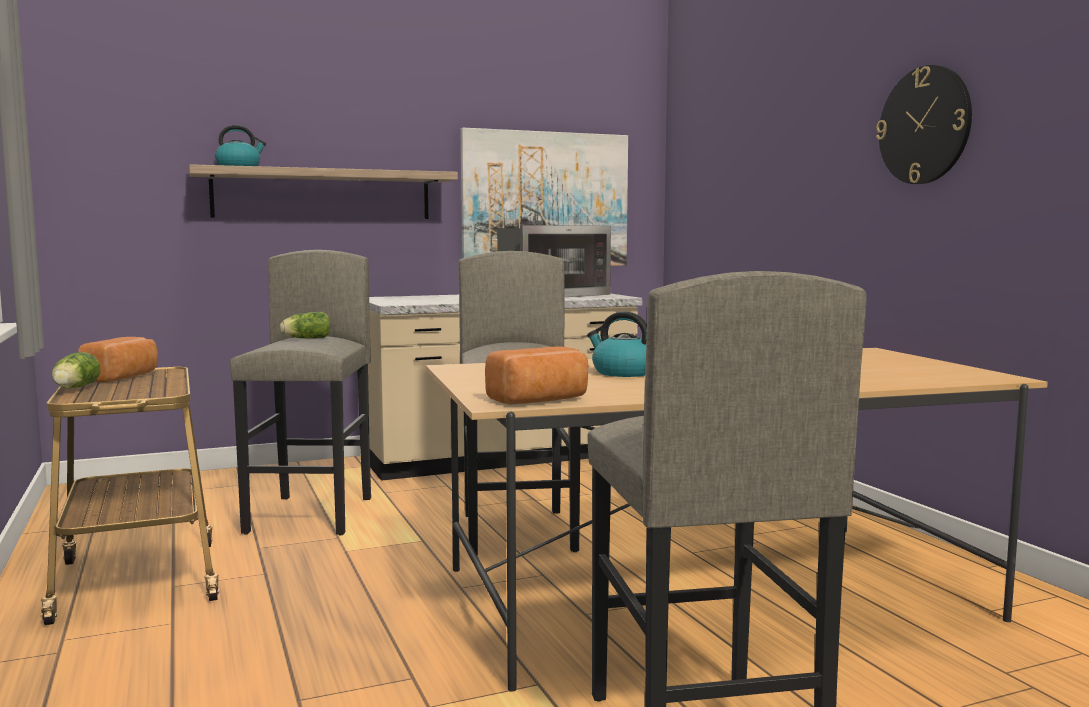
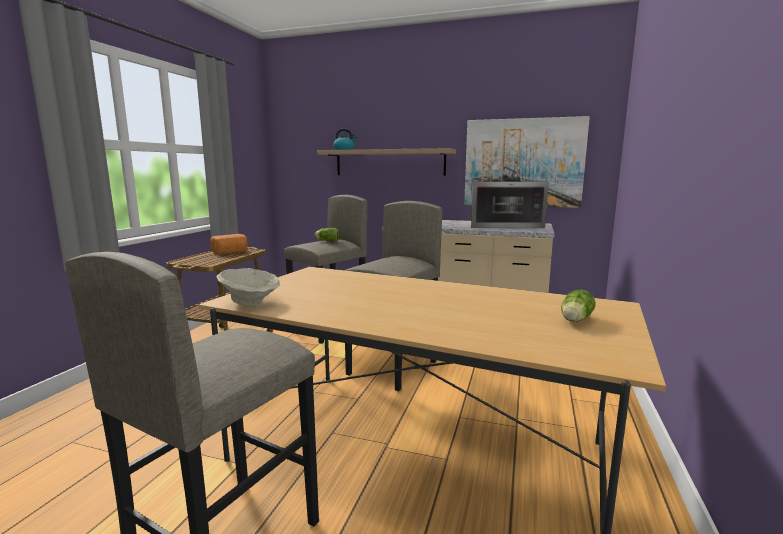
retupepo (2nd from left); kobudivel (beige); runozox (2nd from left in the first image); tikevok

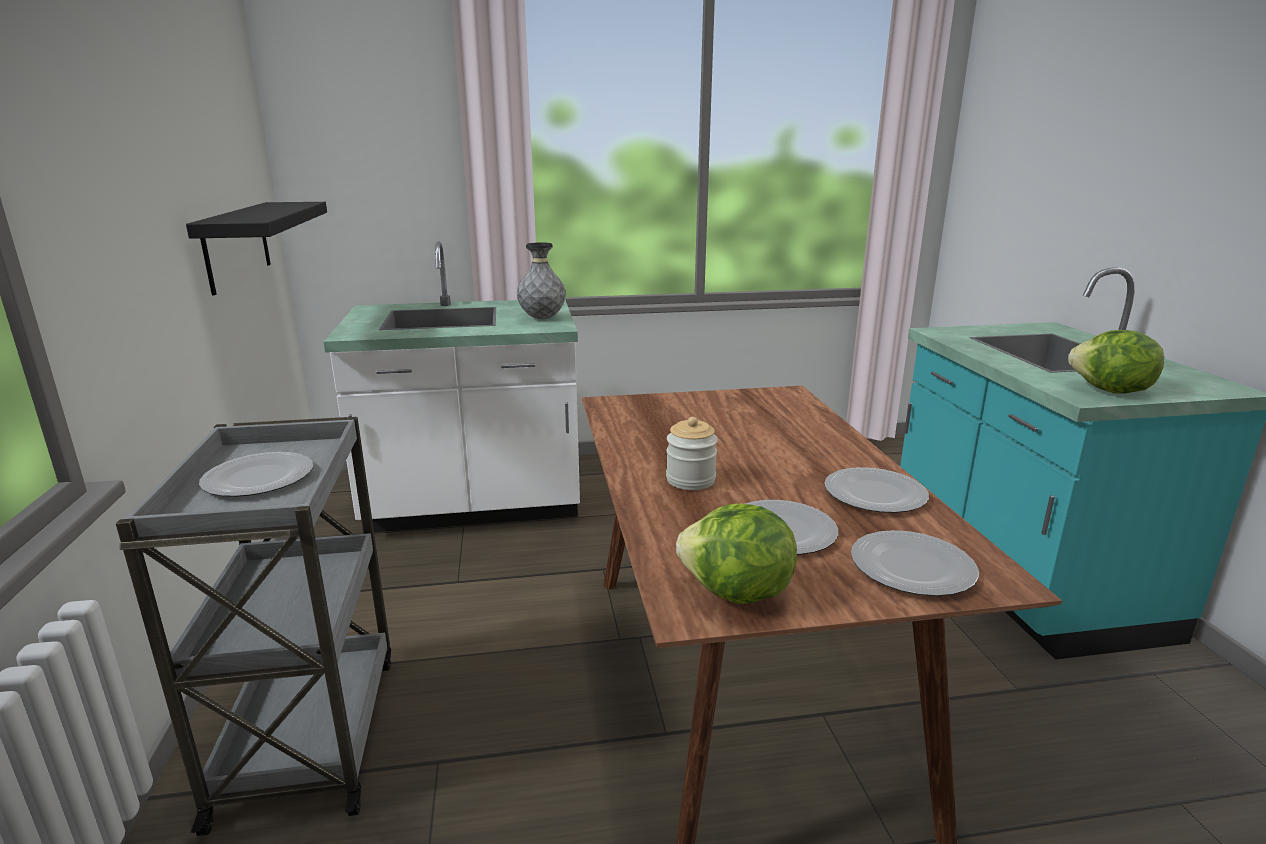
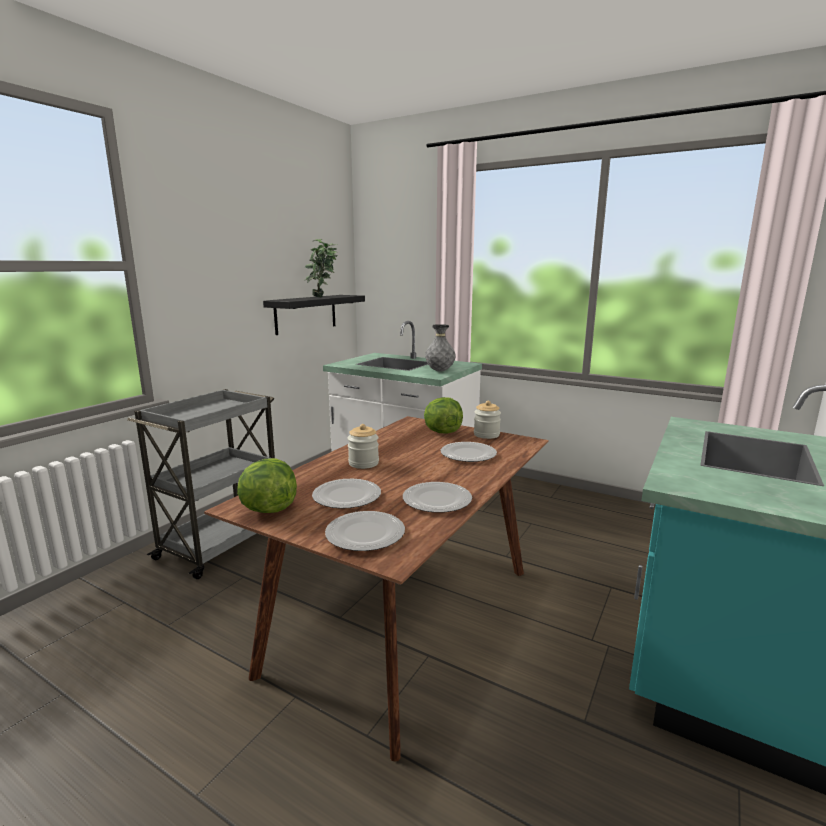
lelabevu (4th from left); retupepo (2nd from left); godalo; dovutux (2nd from left)

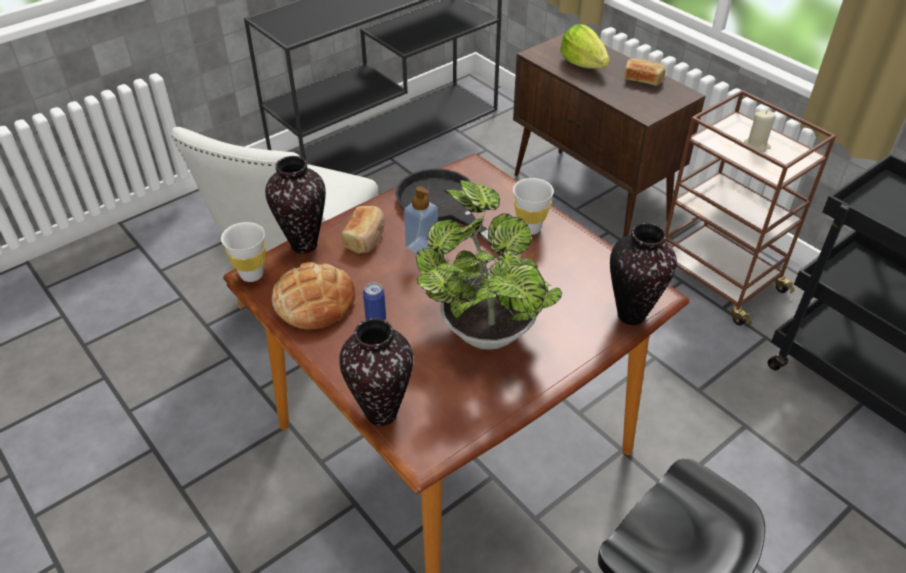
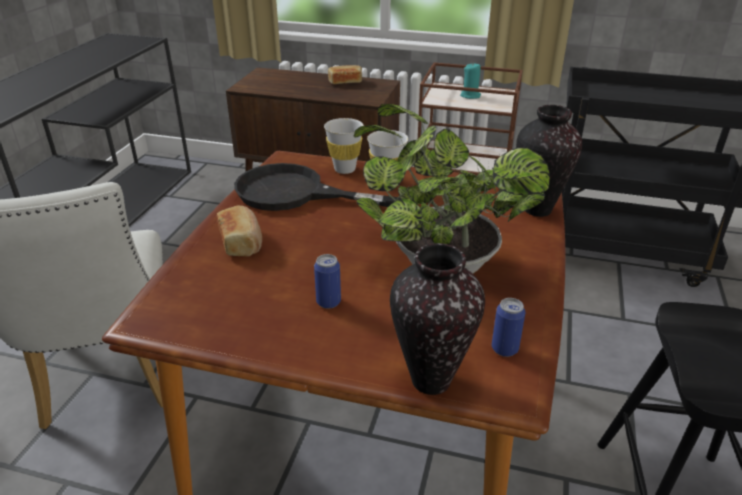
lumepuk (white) (1st from left); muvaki (1st from left in the first image); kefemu (1st from left in the first image); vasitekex; retupepo; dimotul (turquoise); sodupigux (2nd from left)

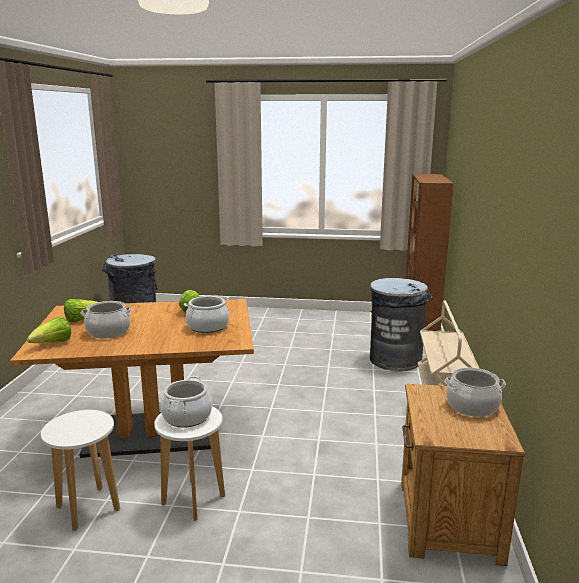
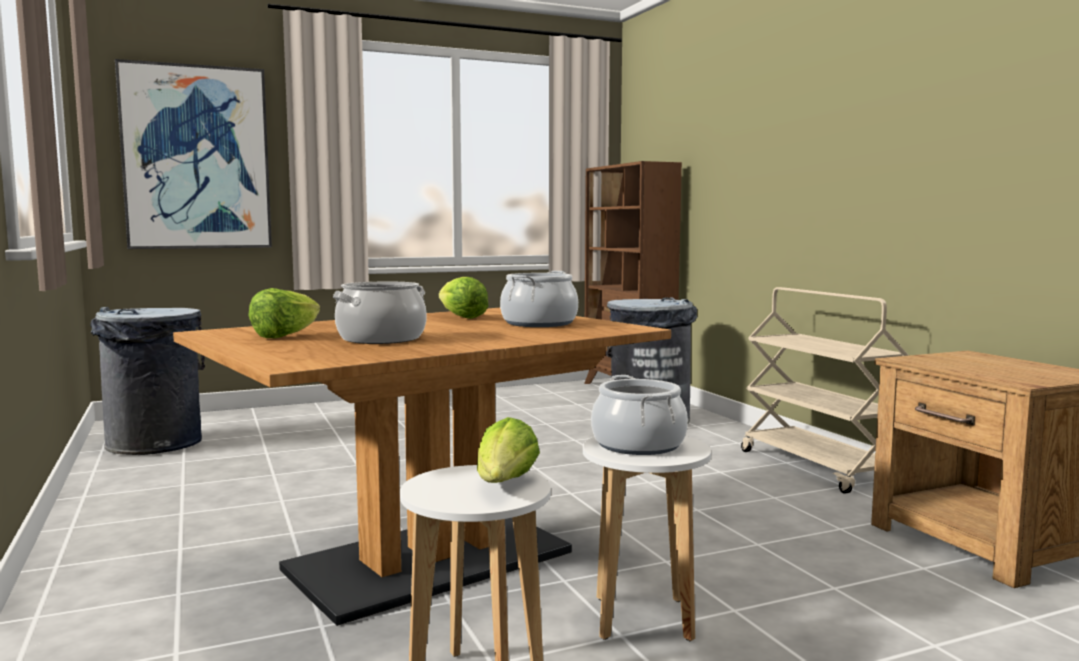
retupepo (3rd from left); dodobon (4th from left in the first image); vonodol

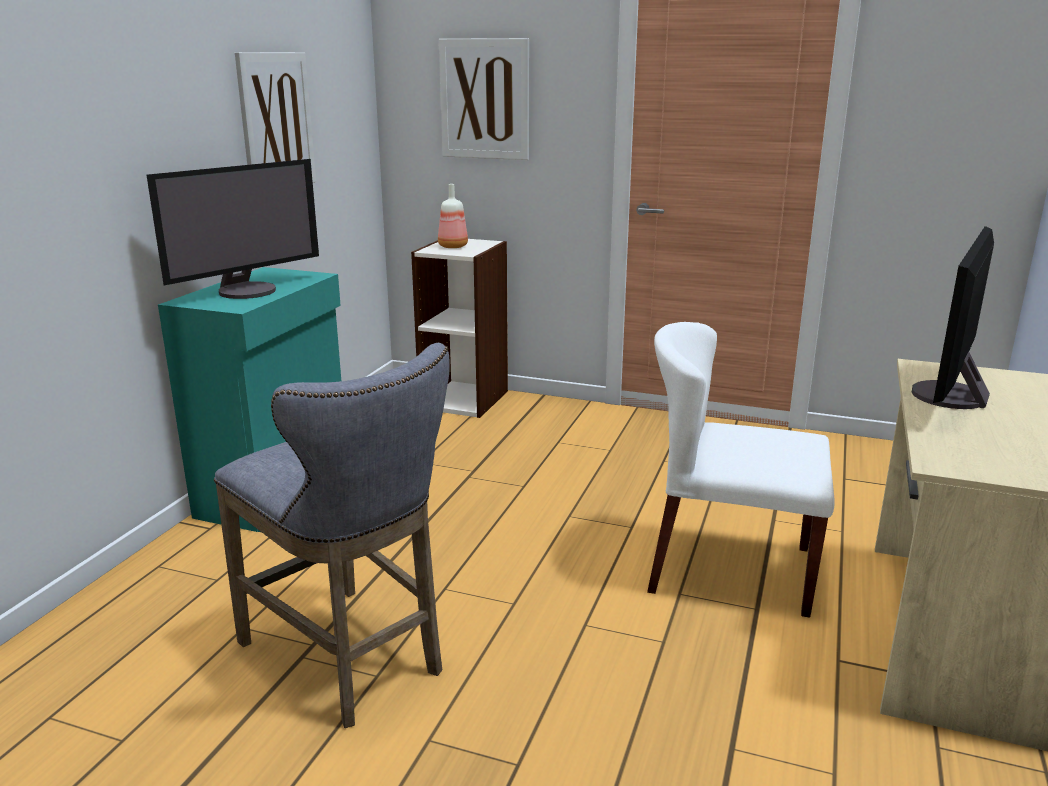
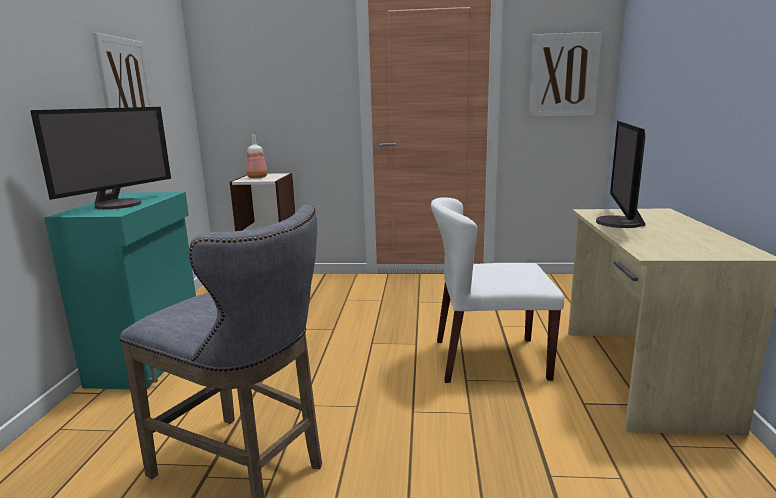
vonodol (2nd from left)

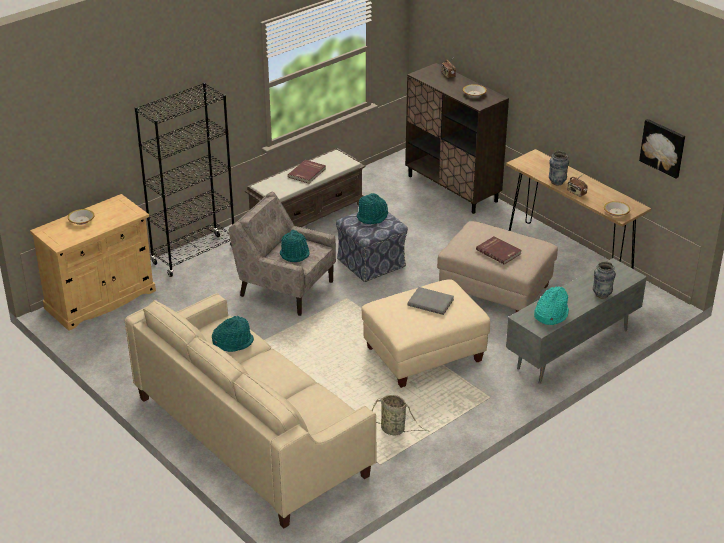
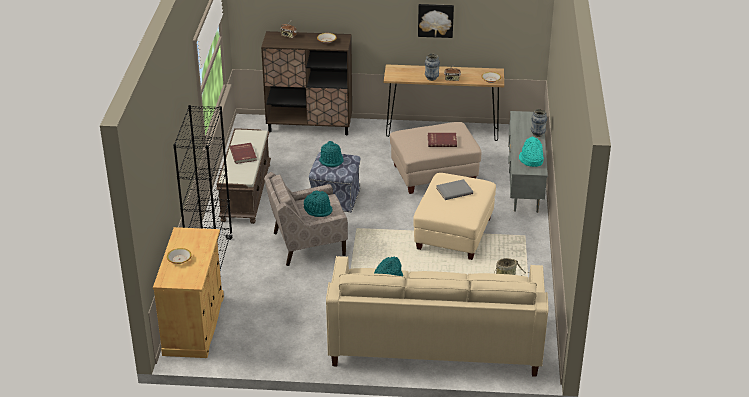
vonodol

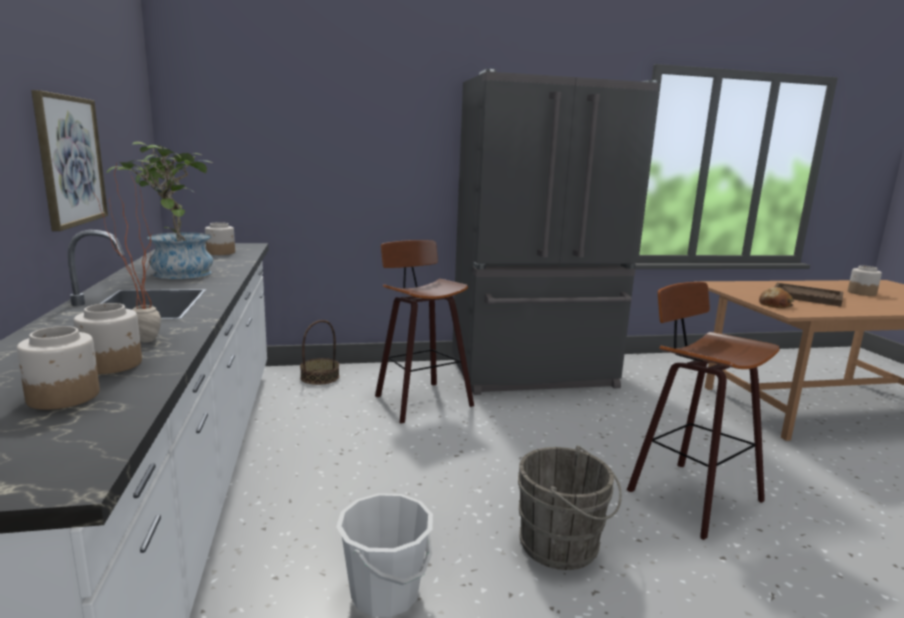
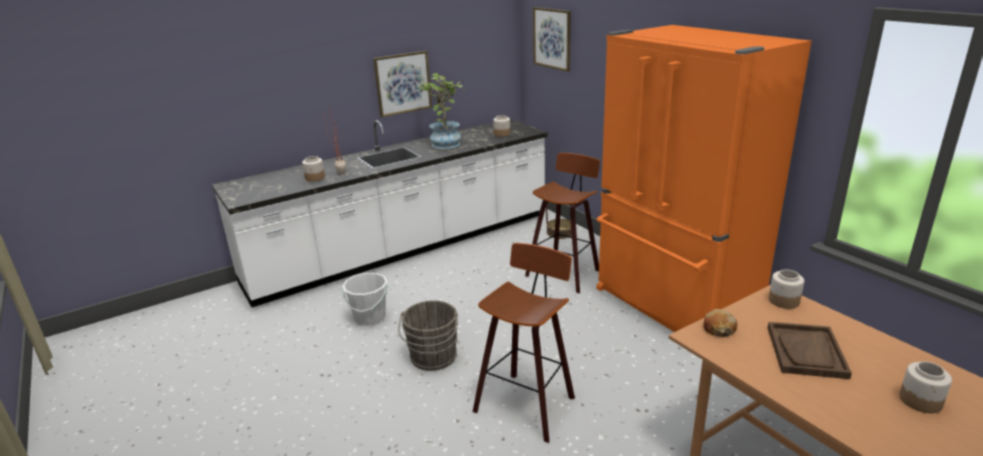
dovutux (3rd from left); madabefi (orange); vonodol (2nd from left)

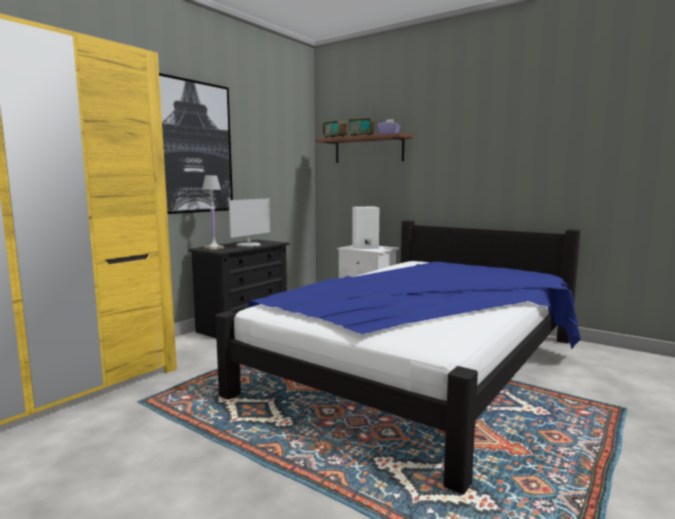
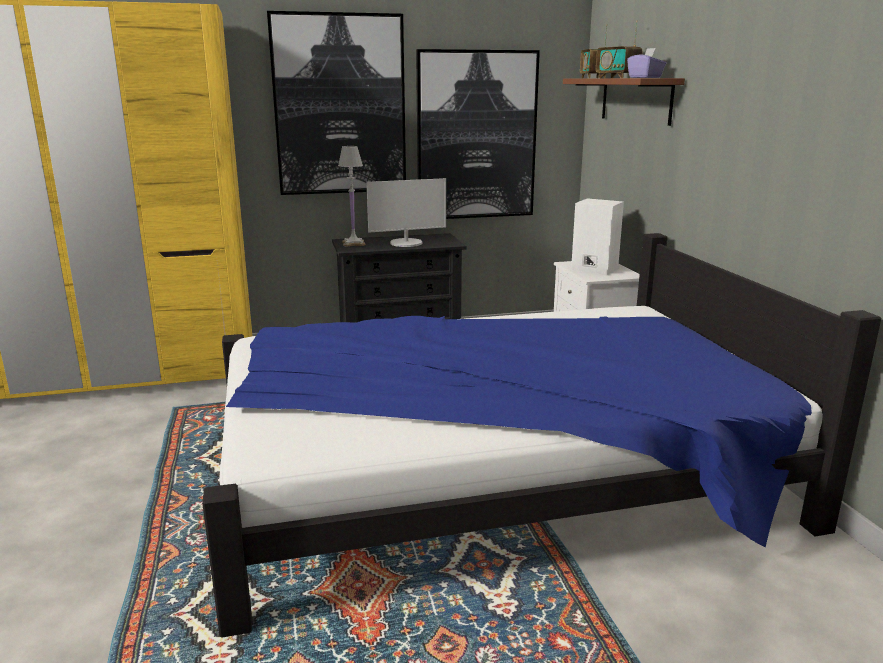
vonodol (2nd from left)

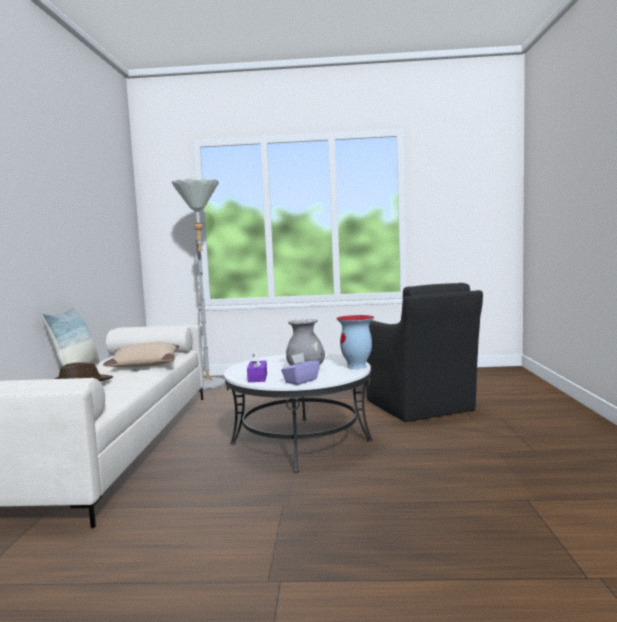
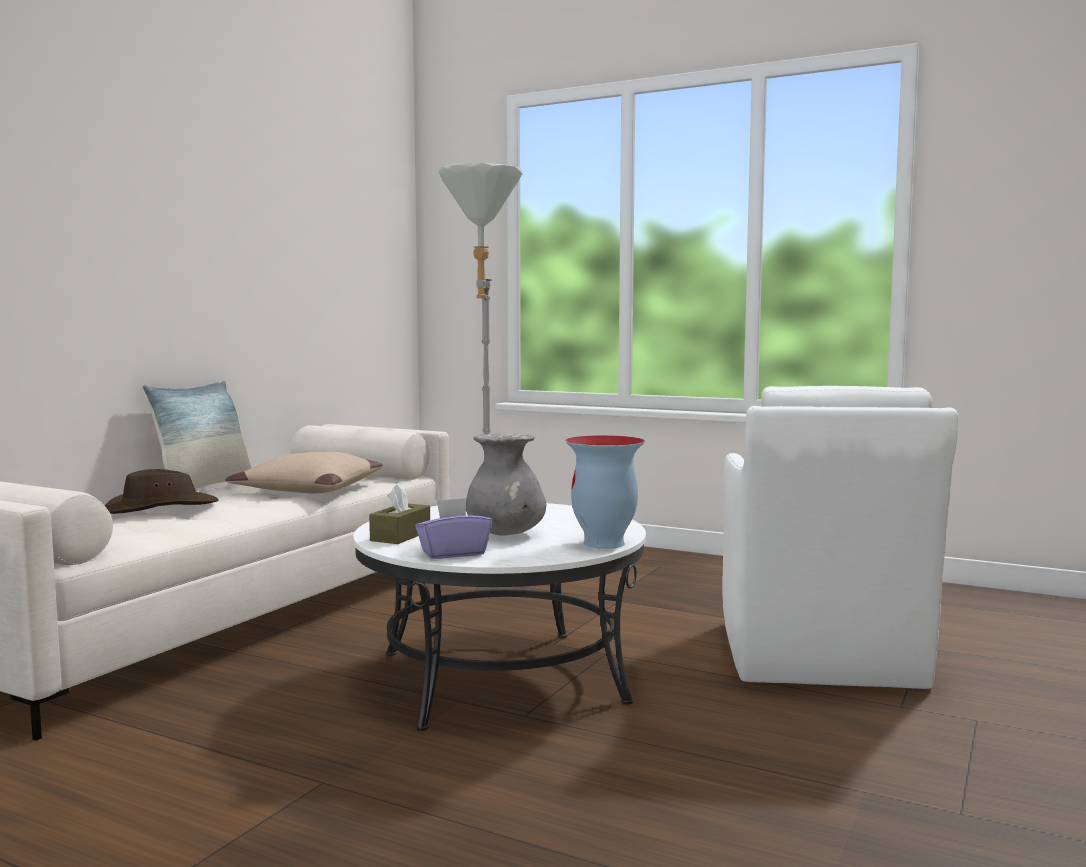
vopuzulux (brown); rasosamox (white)

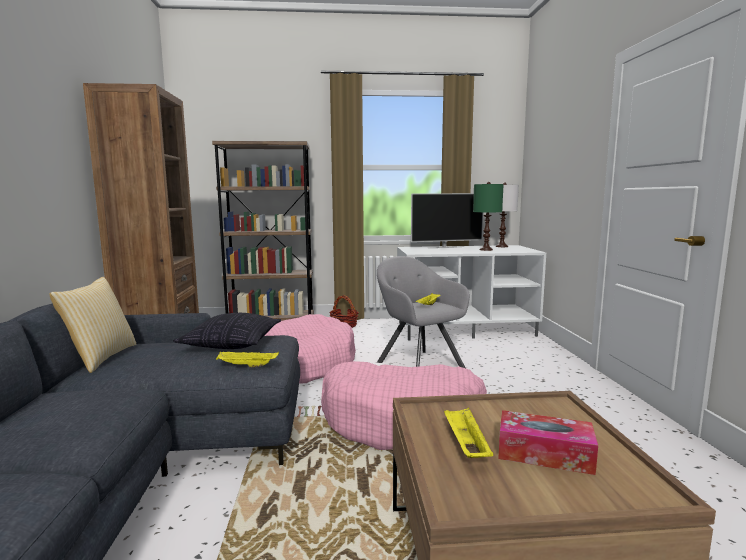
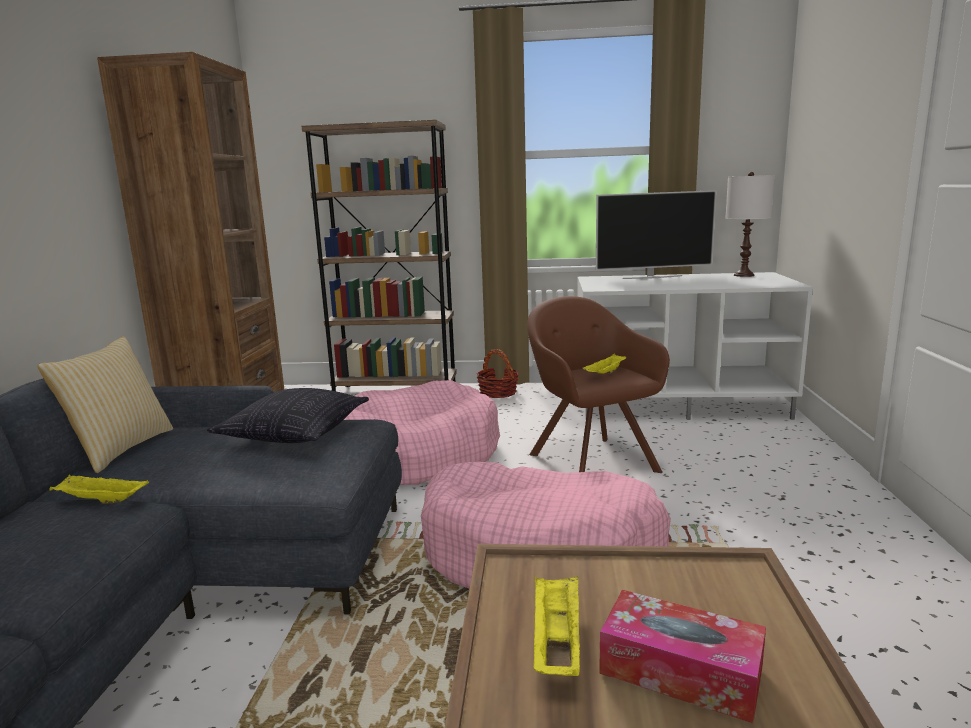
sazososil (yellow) (1st from left); rasosamox (brown); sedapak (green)

